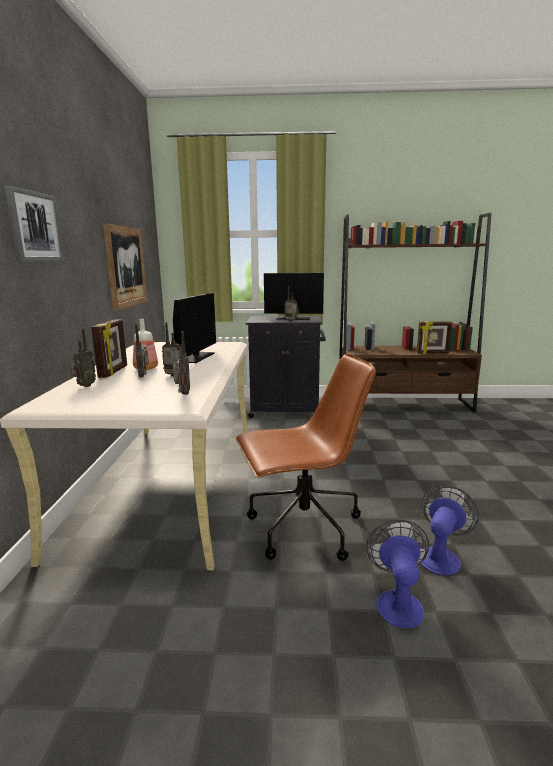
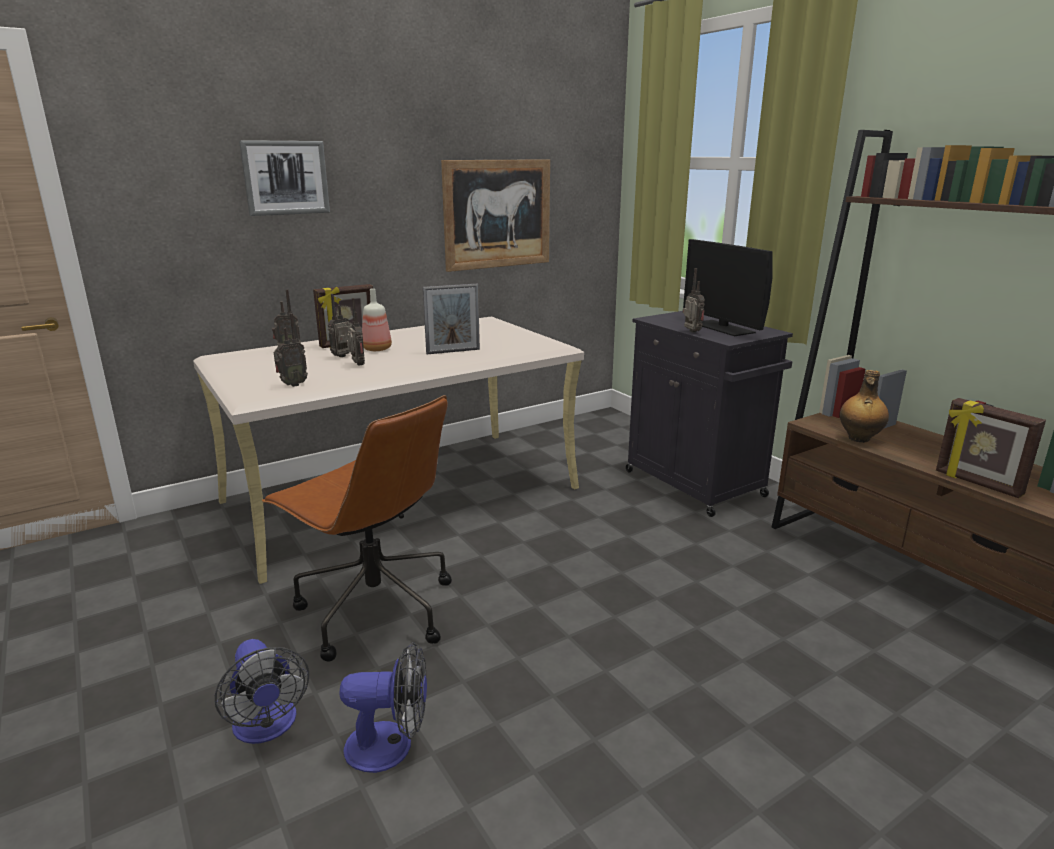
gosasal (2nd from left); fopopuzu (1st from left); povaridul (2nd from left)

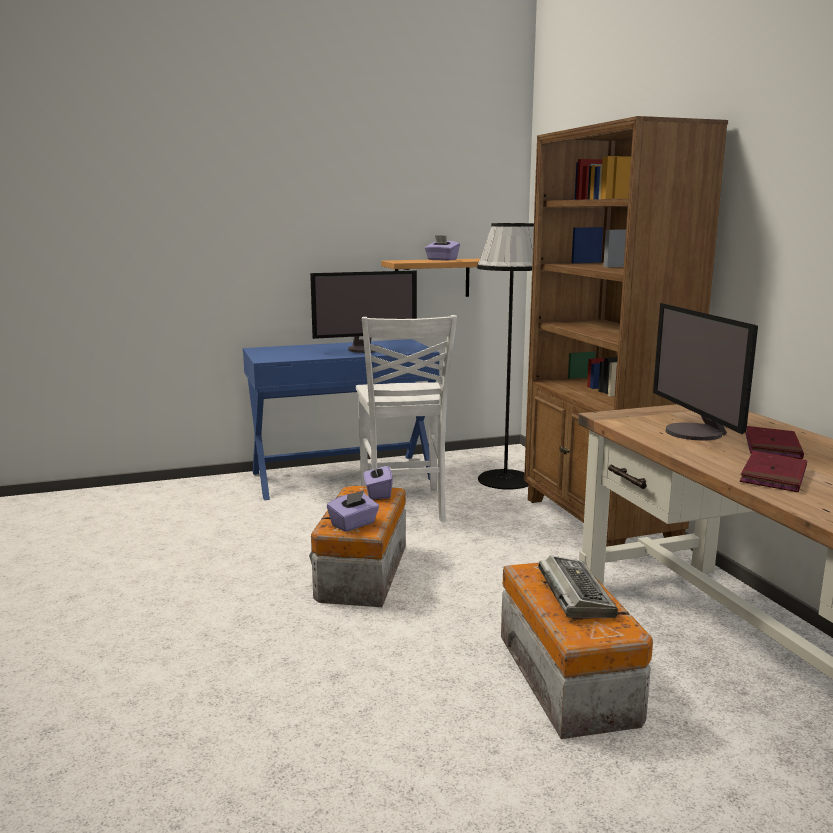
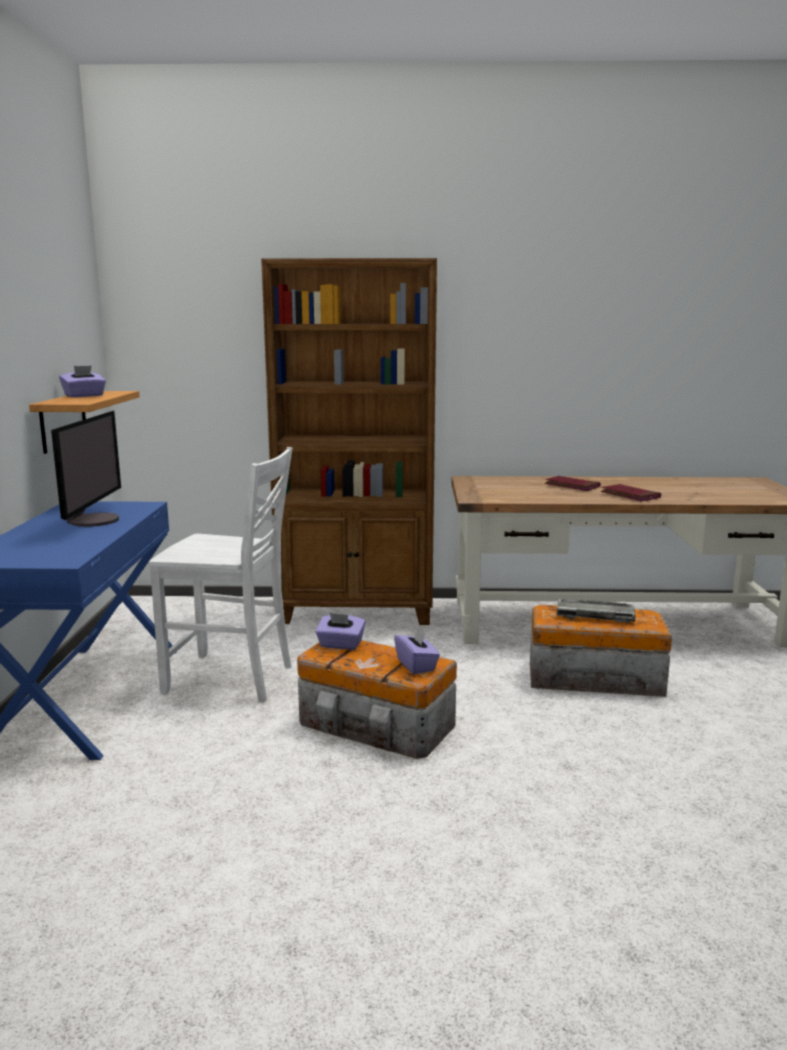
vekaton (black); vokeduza (2nd from left in the first image)

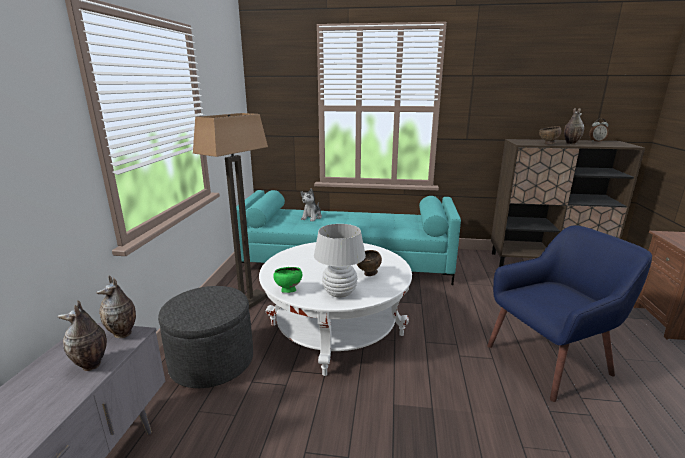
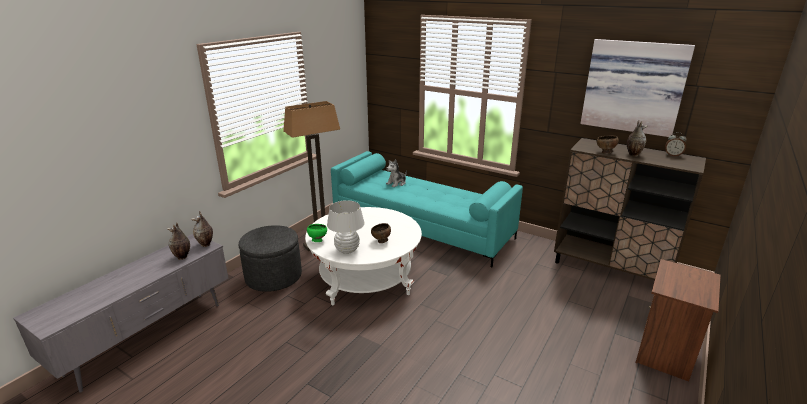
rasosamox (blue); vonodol

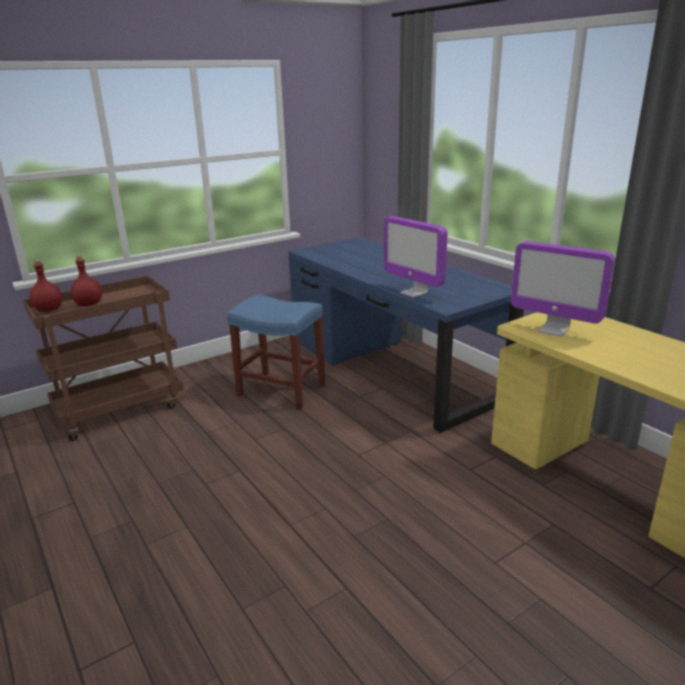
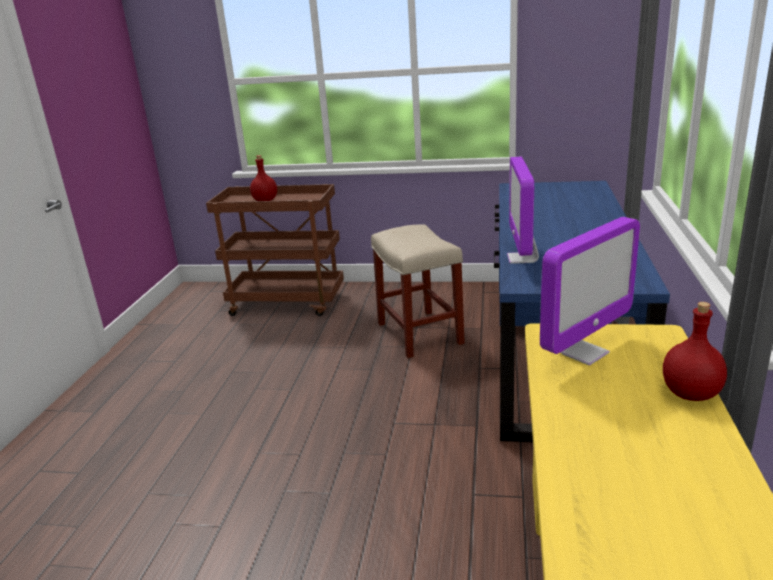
povaridul (red) (2nd from left); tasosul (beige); vokeduza (2nd from left)

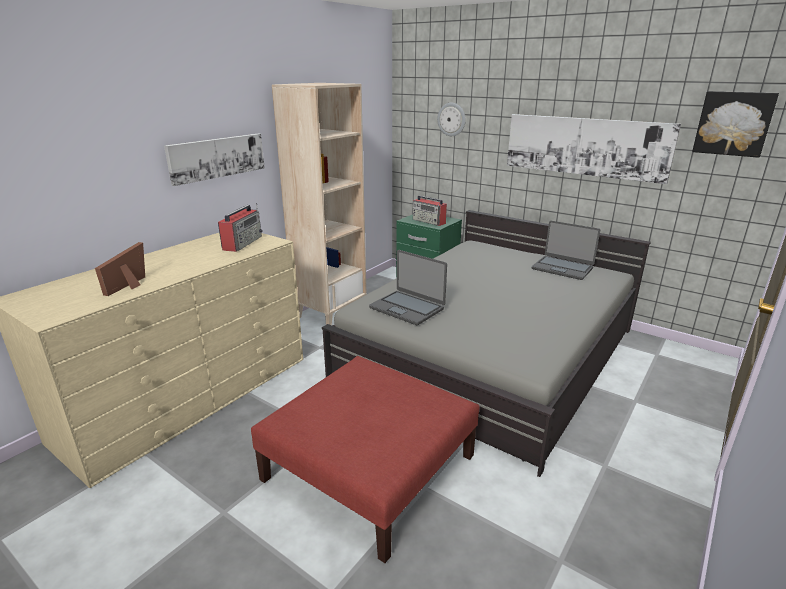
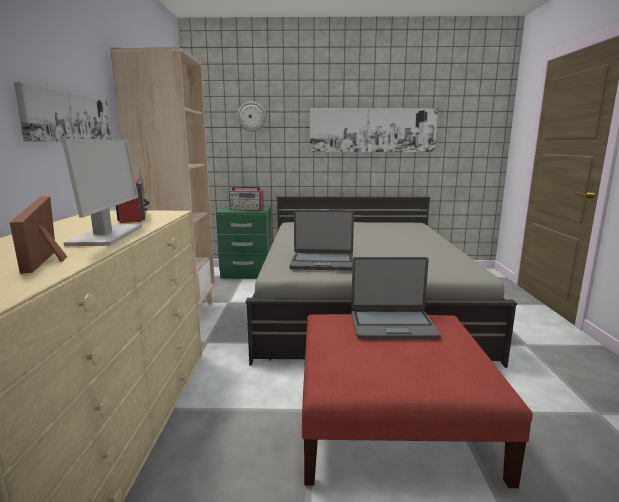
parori (2nd from left); vonodol (3rd from left in the first image); vokeduza

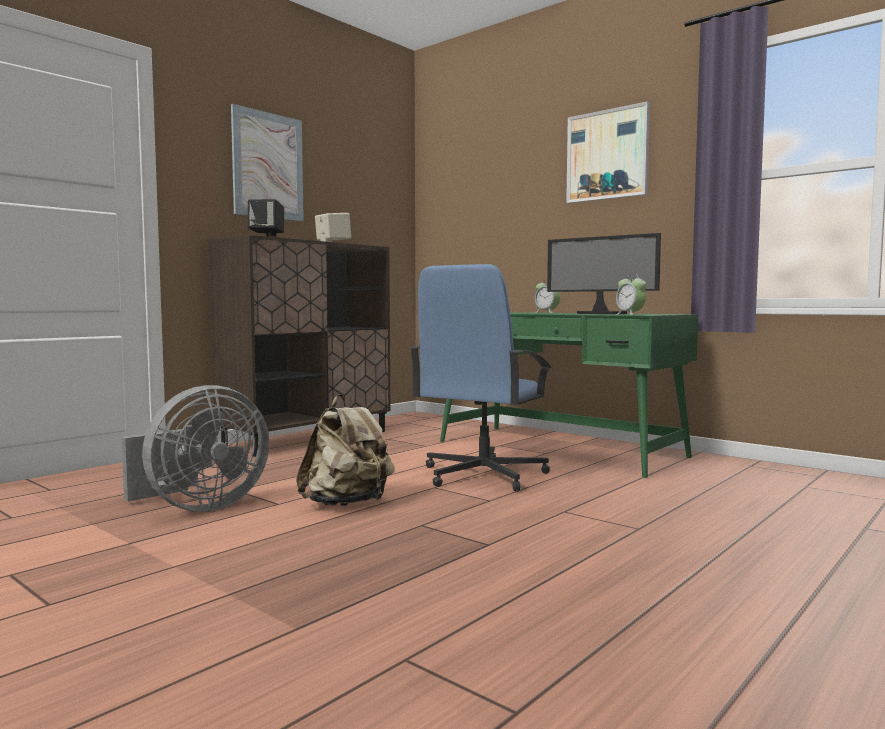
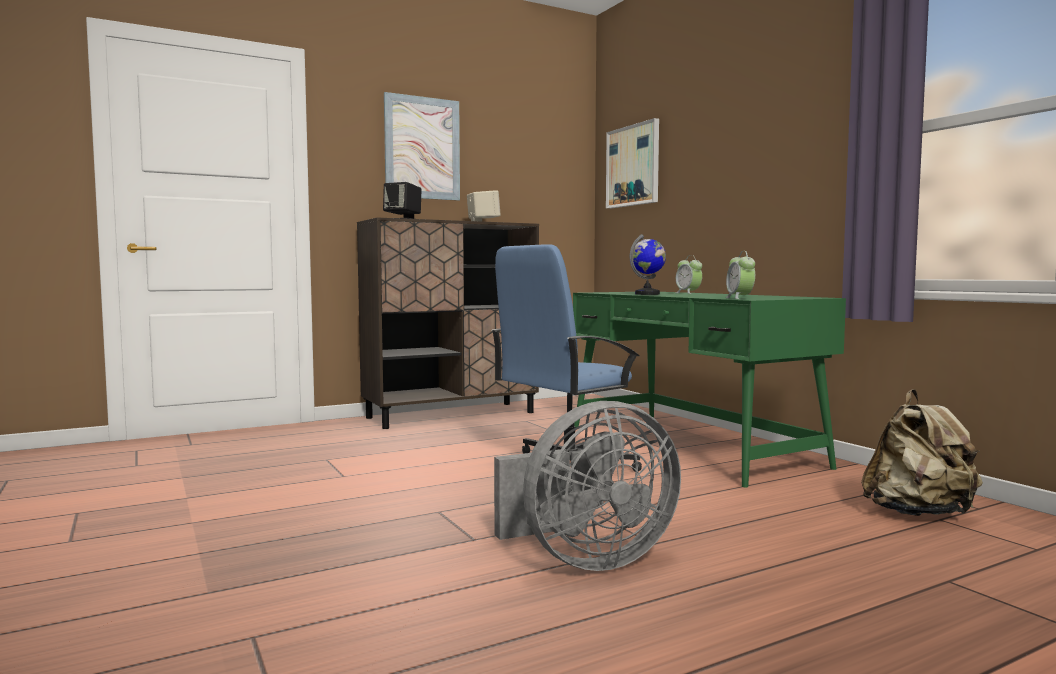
fopopuzu (grey); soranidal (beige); vokeduza; vonodol (2nd from left); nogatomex

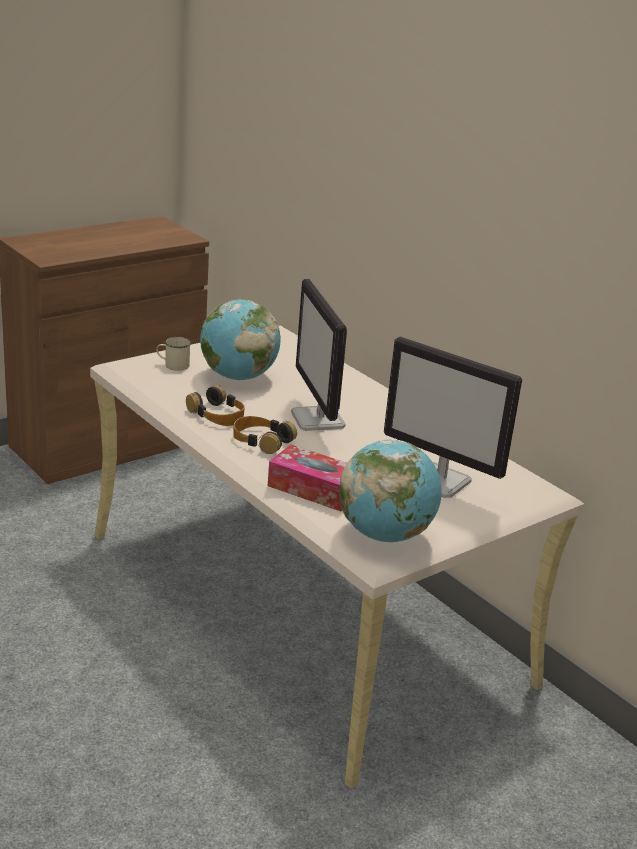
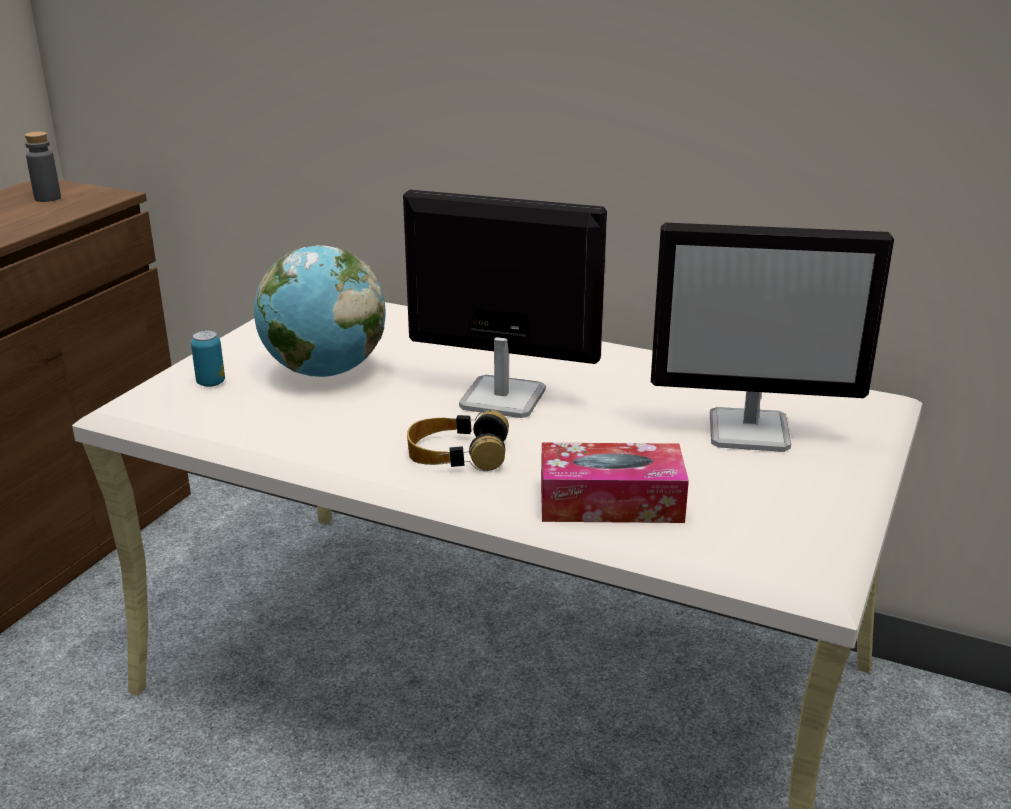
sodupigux; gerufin (1st from left in the first image); vokeduza (1st from left); nogatomex (2nd from left in the first image); povaridul (grey)

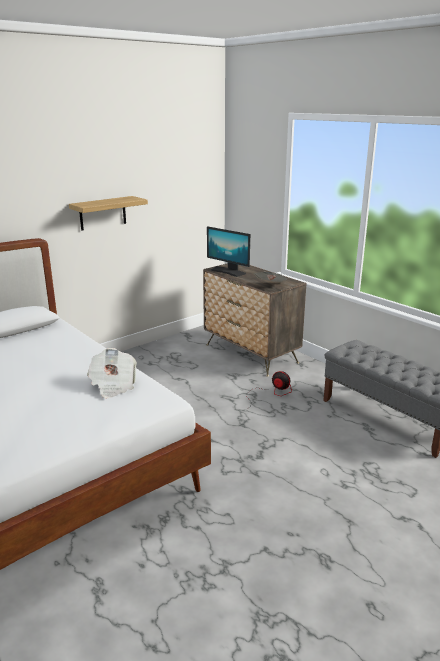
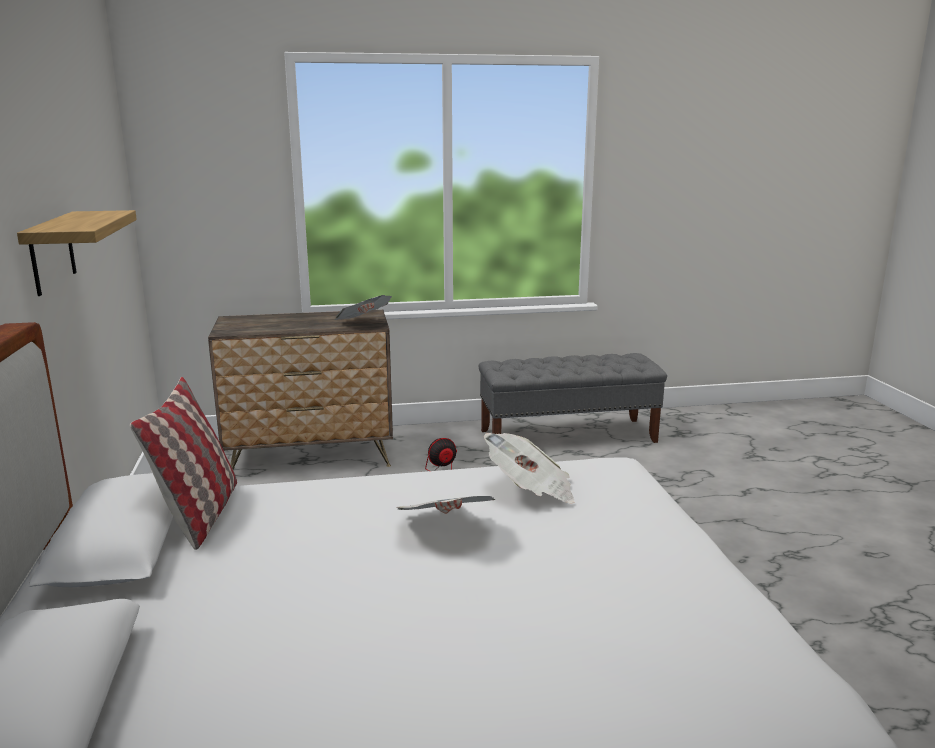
vokeduza; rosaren; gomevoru (2nd from left)

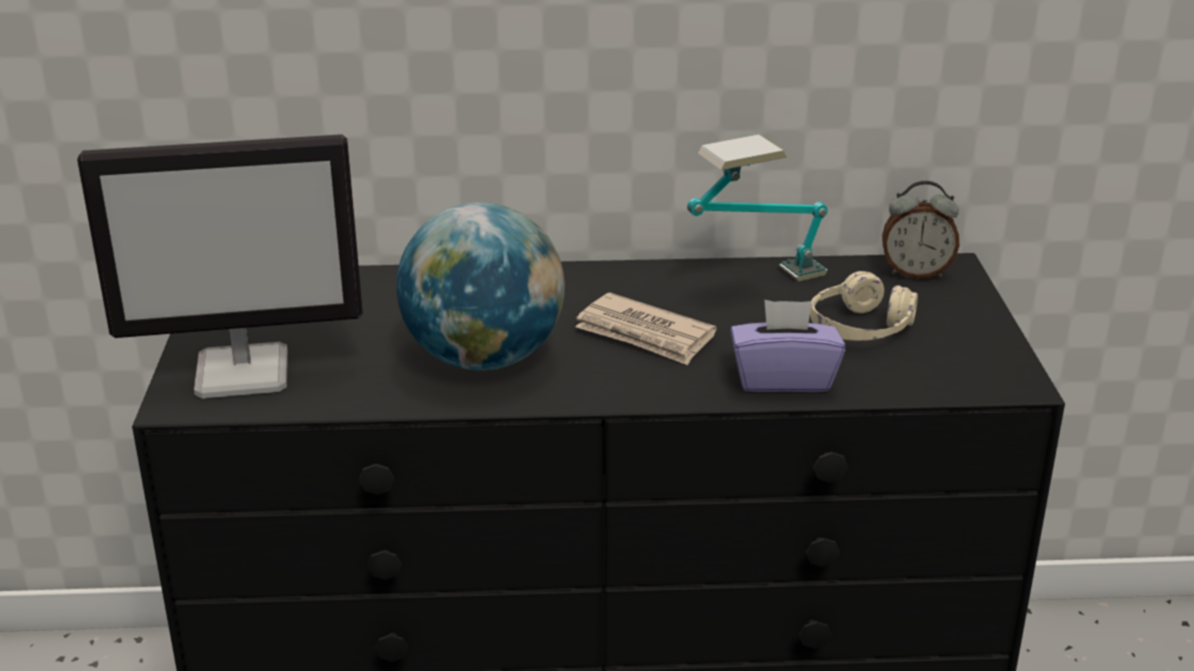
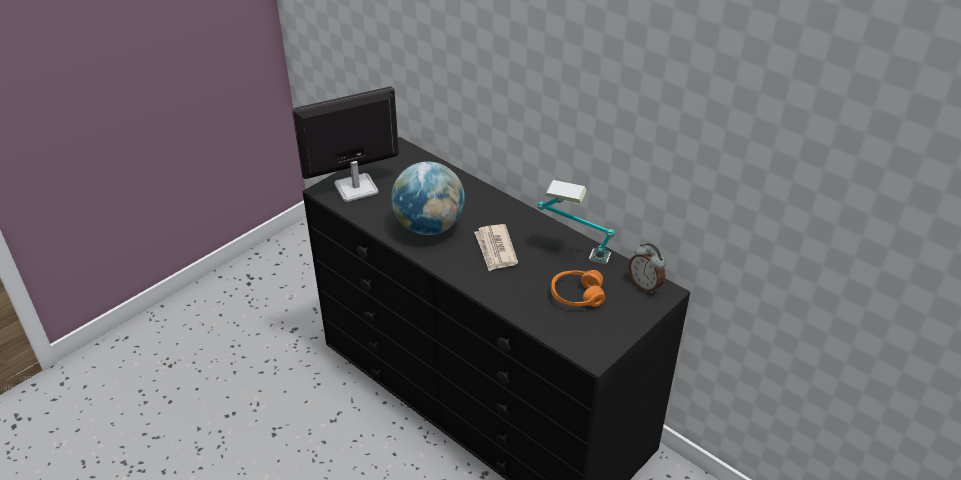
vokeduza; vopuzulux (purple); gerufin (orange)

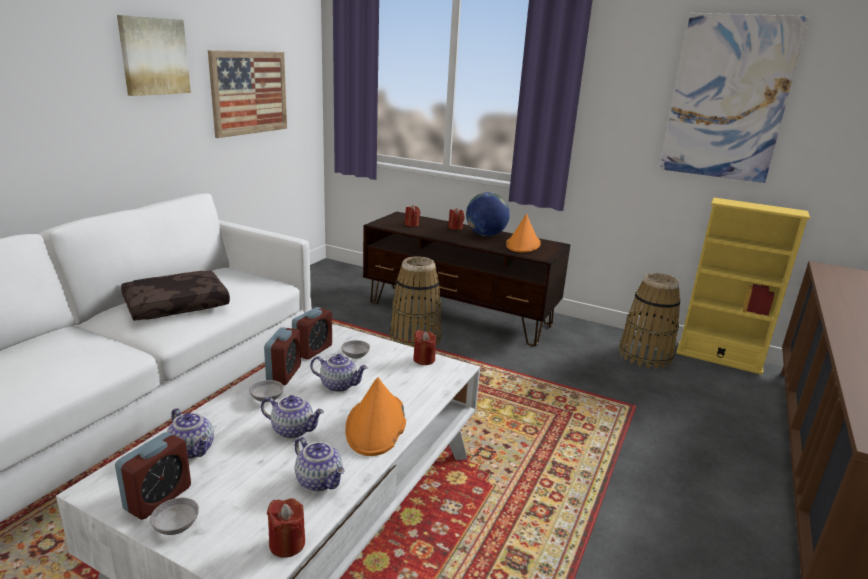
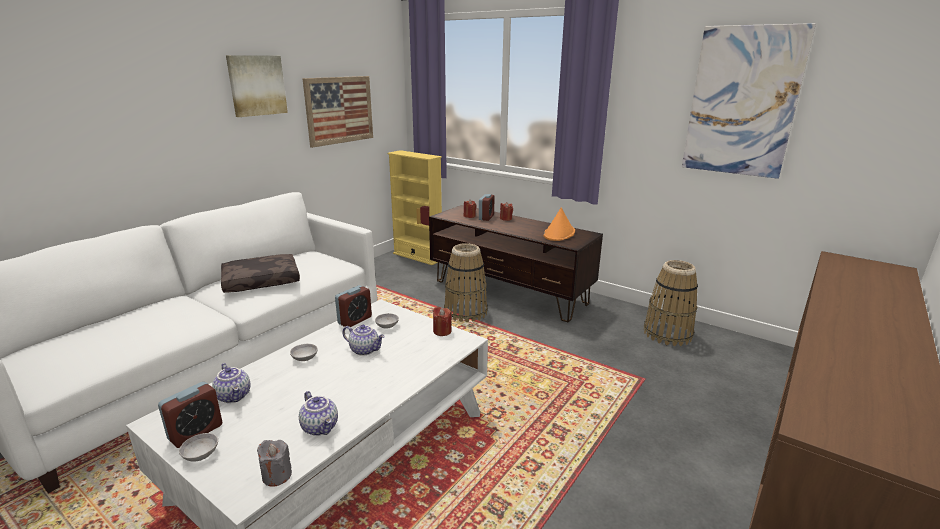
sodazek (2nd from left in the first image); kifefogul (3rd from left); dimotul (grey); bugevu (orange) (1st from left in the first image); nogatomex; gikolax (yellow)

